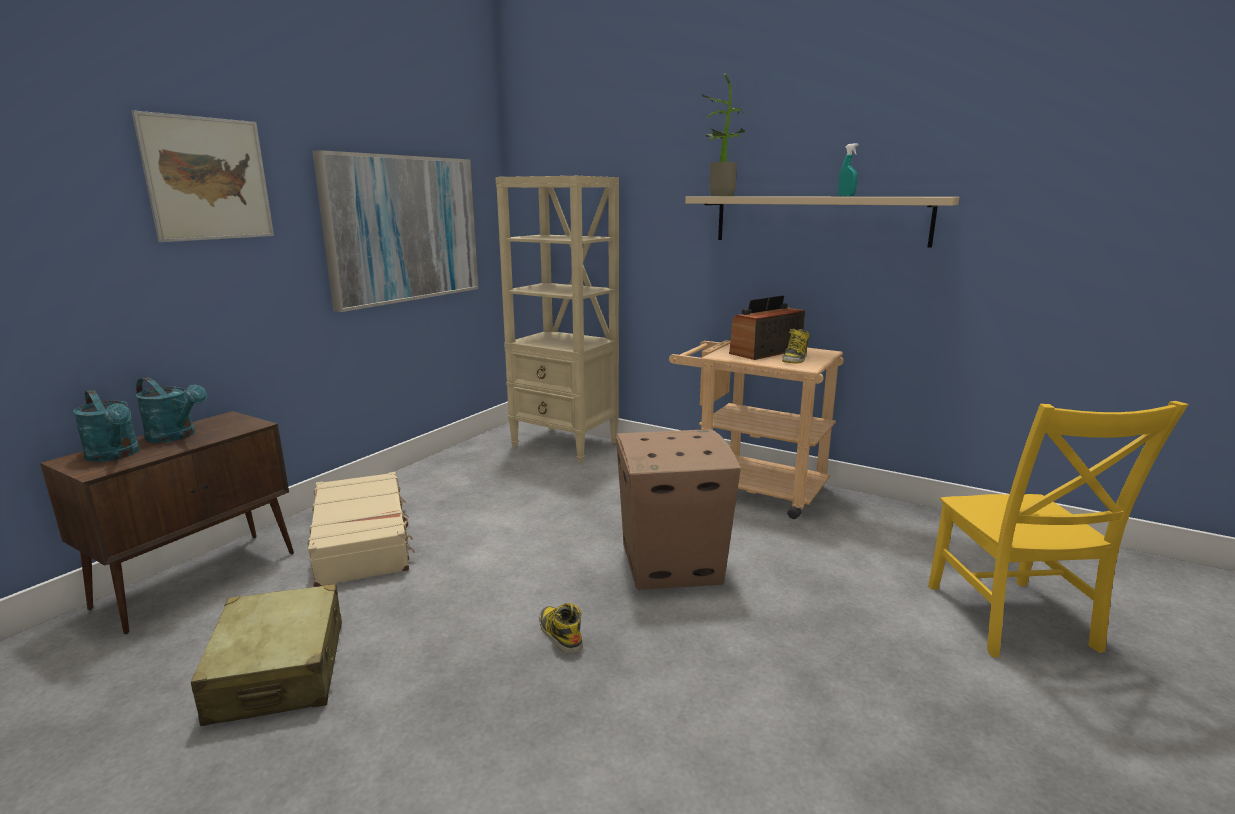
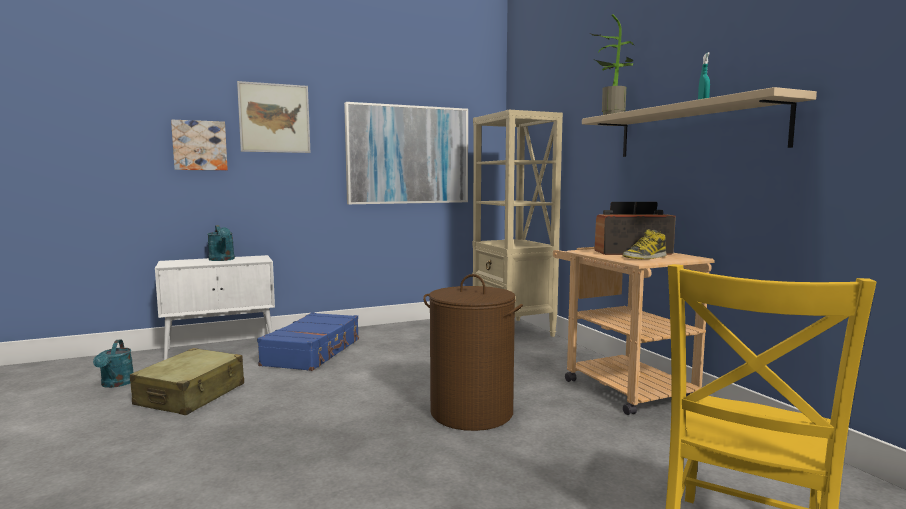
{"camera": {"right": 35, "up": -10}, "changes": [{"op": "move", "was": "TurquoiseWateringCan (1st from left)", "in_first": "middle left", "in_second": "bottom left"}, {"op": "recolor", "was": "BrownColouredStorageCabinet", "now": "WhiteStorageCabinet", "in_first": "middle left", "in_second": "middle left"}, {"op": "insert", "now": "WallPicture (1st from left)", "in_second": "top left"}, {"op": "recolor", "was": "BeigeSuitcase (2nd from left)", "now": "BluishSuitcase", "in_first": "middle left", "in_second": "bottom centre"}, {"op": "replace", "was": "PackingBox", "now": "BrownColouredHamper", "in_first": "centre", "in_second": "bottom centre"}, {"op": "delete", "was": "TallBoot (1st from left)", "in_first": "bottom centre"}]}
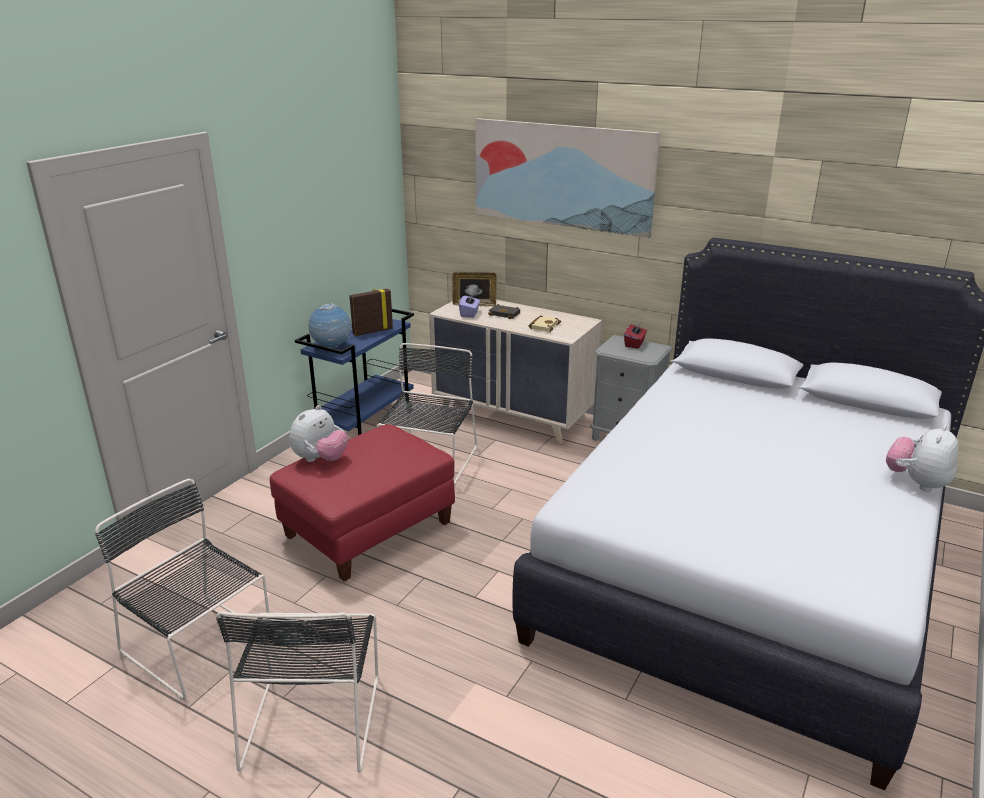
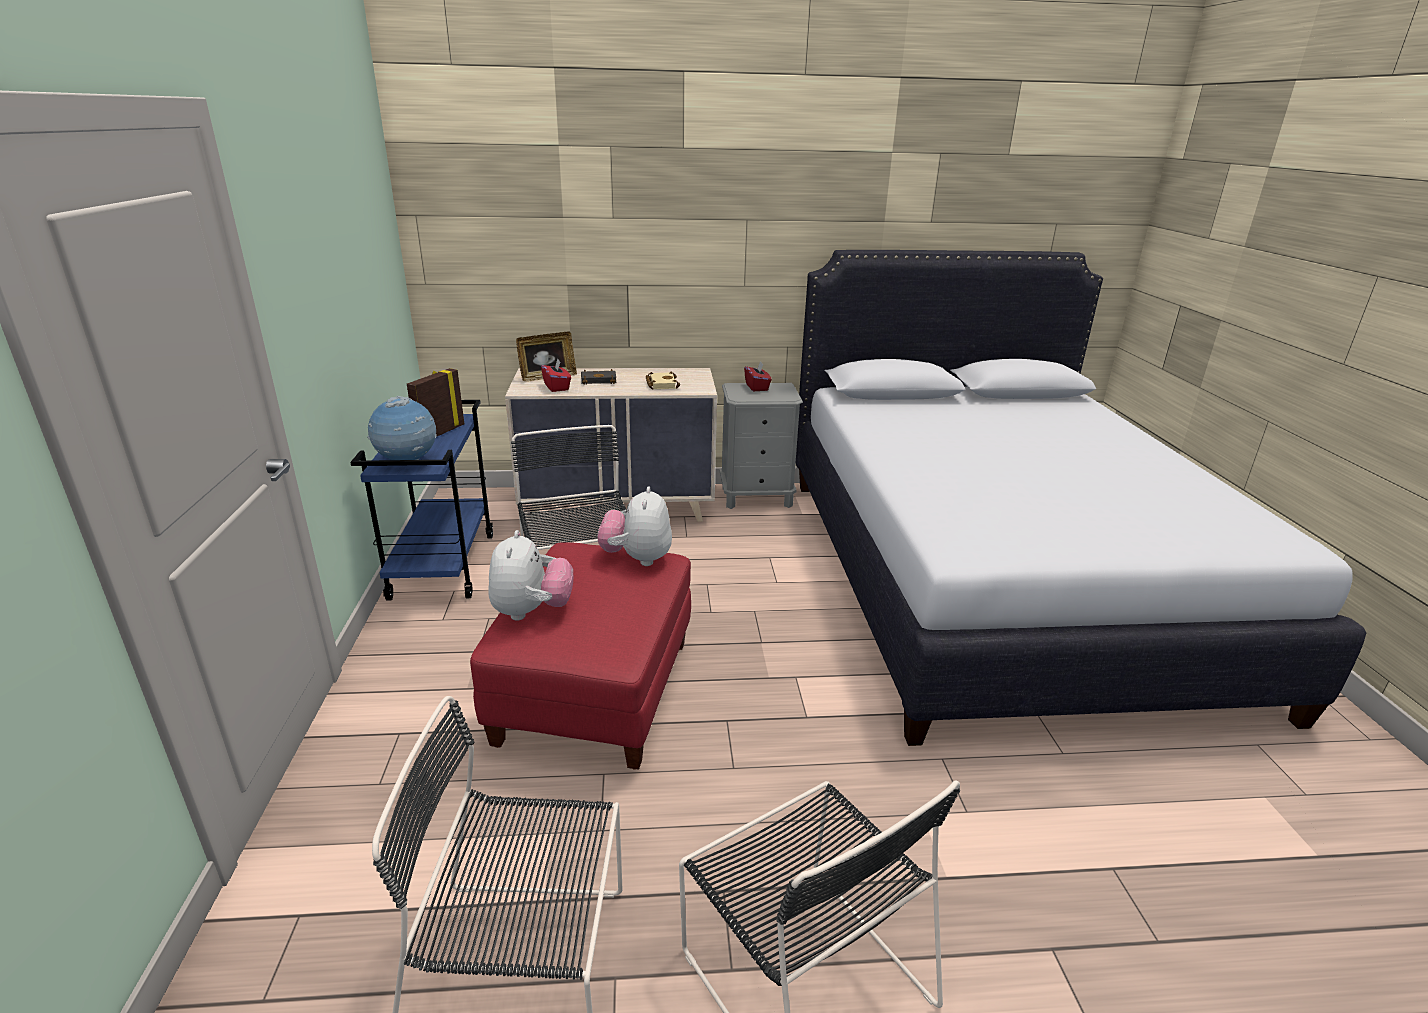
{"camera": {"right": -35, "up": 0}, "changes": [{"op": "recolor", "was": "PurplishTissueHolder", "now": "RedTissueHolder (1st from left)", "in_first": "centre", "in_second": "centre"}, {"op": "move", "was": "PlushToy (2nd from left)", "in_first": "middle right", "in_second": "centre"}, {"op": "delete", "was": "WallPicture", "in_first": "top centre"}]}
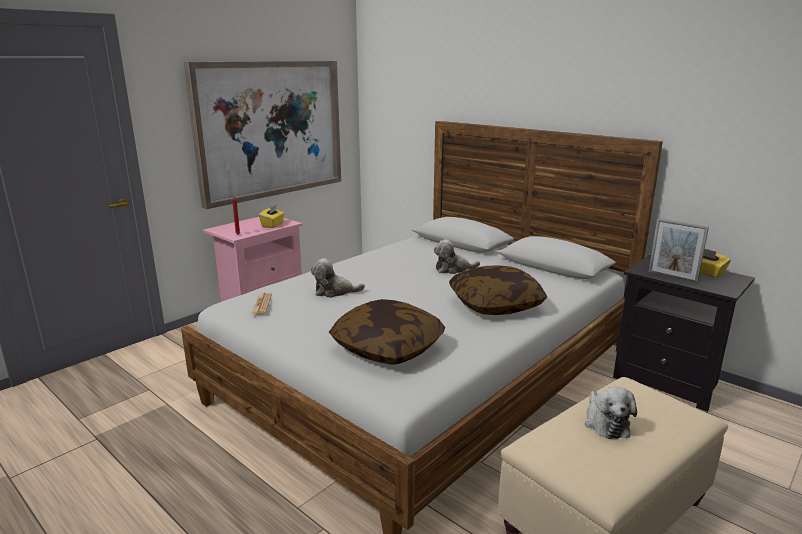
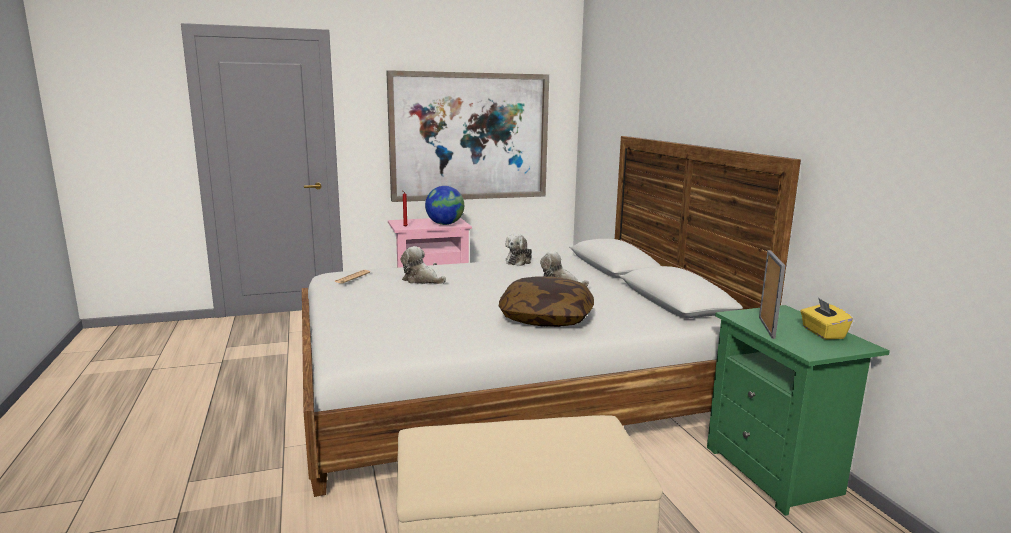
{"camera": {"right": 30, "up": -5}, "changes": [{"op": "replace", "was": "YellowColouredTissueHolder (1st from left)", "now": "Globe", "in_first": "centre", "in_second": "centre"}, {"op": "move", "was": "PlushToy (3rd from left in the first image)", "now": "PlushToy (2nd from left)", "in_first": "bottom right", "in_second": "centre"}, {"op": "recolor", "was": "BlackColouredNightstand", "now": "GreenColouredNightstand", "in_first": "middle right", "in_second": "bottom right"}, {"op": "rotate", "was": "PictureFrame", "in_first": "middle right", "in_second": "middle right", "clockwise": -150}, {"op": "delete", "was": "Pillow (1st from left)", "in_first": "centre"}]}
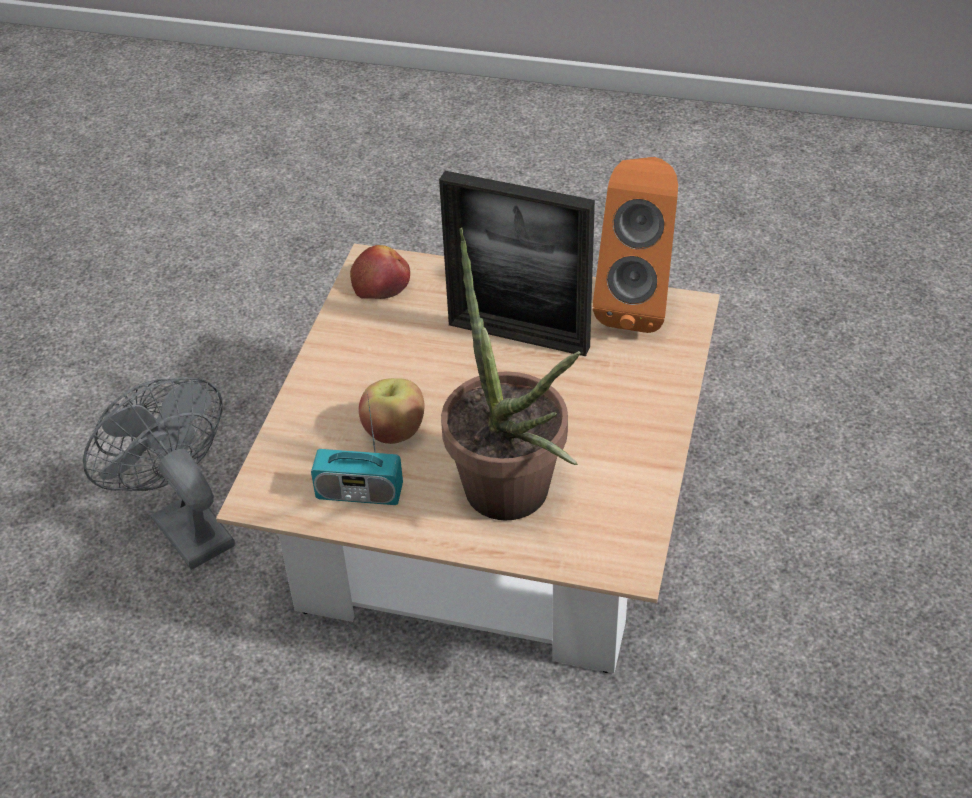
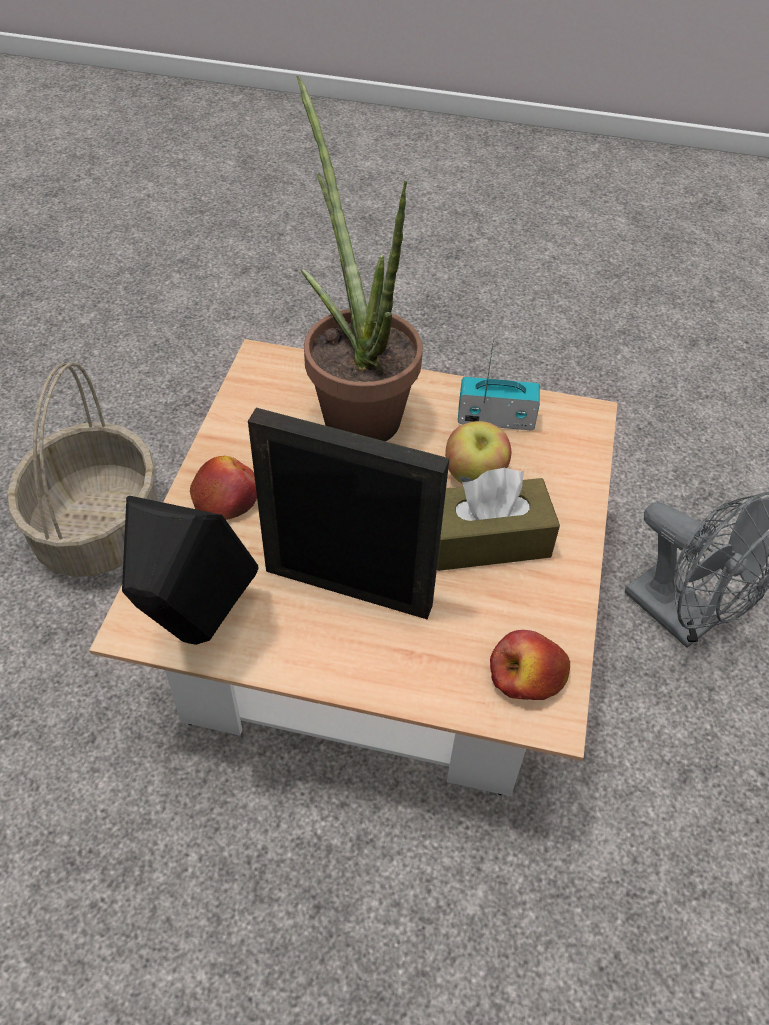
{"camera": {"right": 175, "up": 5}, "changes": [{"op": "insert", "now": "Basket", "in_second": "middle left"}, {"op": "recolor", "was": "OrangeColouredAudioSpeaker", "now": "BlackColouredAudioSpeaker", "in_first": "top centre", "in_second": "middle left"}, {"op": "insert", "now": "Apple (1st from left)", "in_second": "middle left"}, {"op": "insert", "now": "BrownColouredTissueHolder", "in_second": "centre"}]}
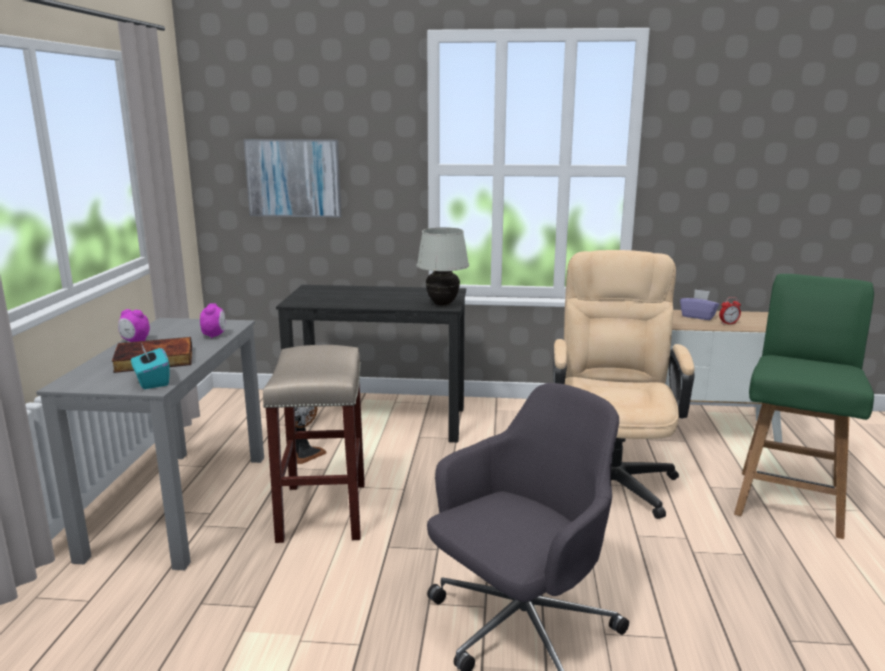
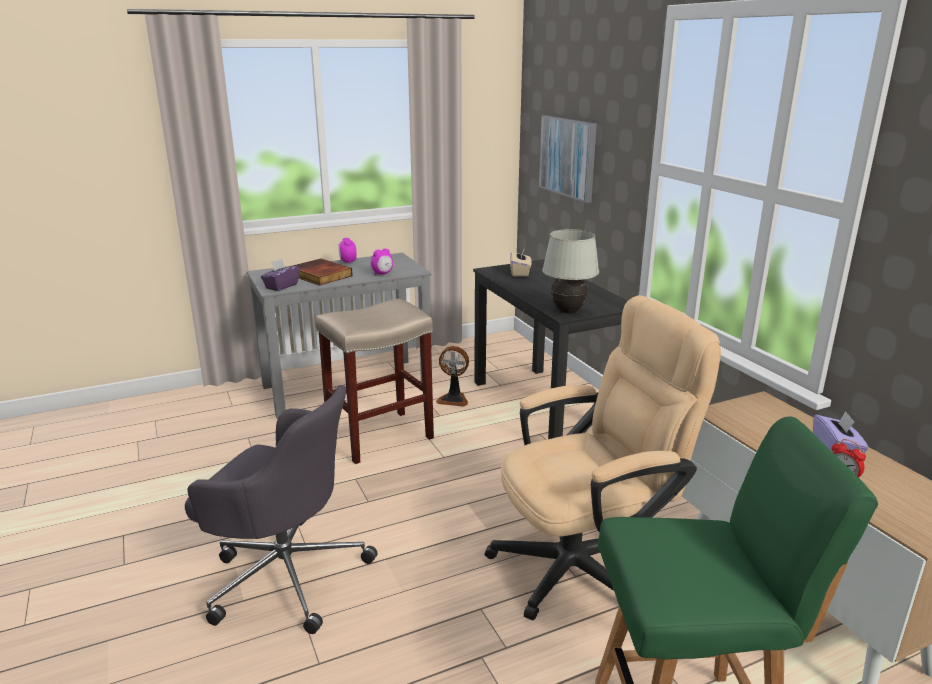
{"camera": {"right": 60, "up": 5}, "changes": [{"op": "recolor", "was": "TurquoiseTissueHolder", "now": "PurplishTissueHolder (1st from left)", "in_first": "middle left", "in_second": "middle left"}, {"op": "insert", "now": "BeigeTissueHolder", "in_second": "centre"}]}
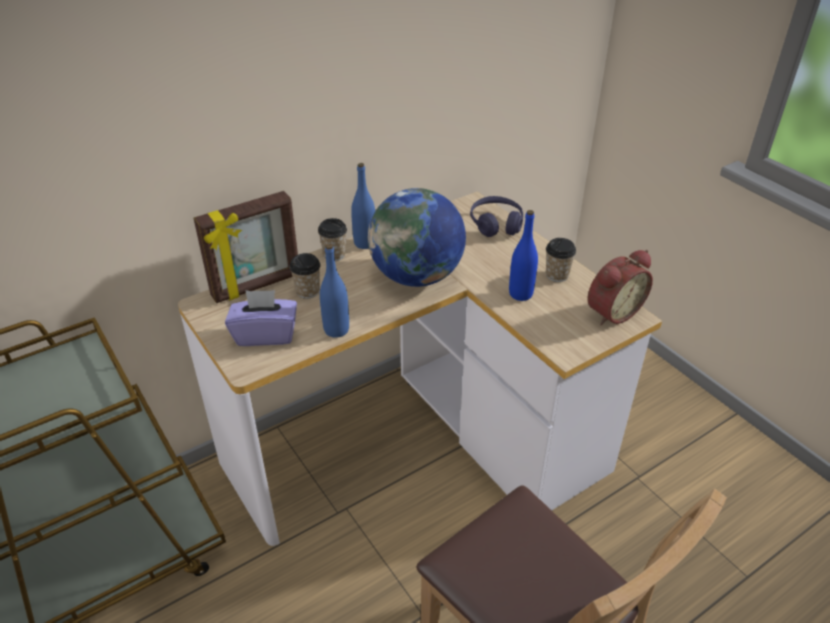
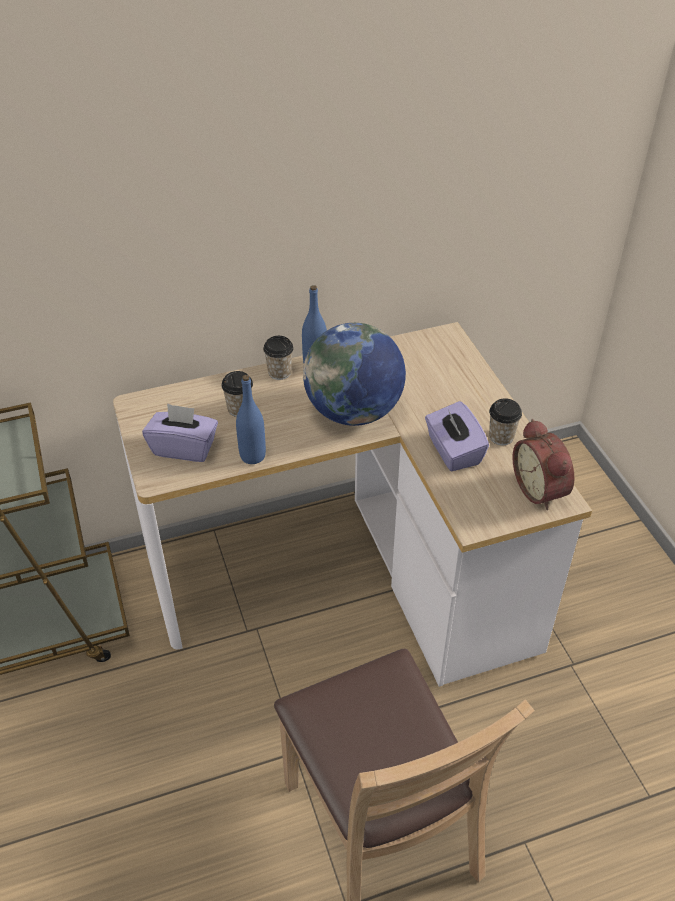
{"camera": {"right": 15, "up": 5}, "changes": [{"op": "replace", "was": "BluishBottle (3rd from left)", "now": "PurplishTissueHolder (2nd from left)", "in_first": "centre", "in_second": "middle right"}, {"op": "rotate", "was": "BedsideClock", "in_first": "middle right", "in_second": "middle right", "clockwise": 90}, {"op": "delete", "was": "PictureFrame", "in_first": "middle left"}, {"op": "delete", "was": "PurplishHeadset", "in_first": "centre"}]}
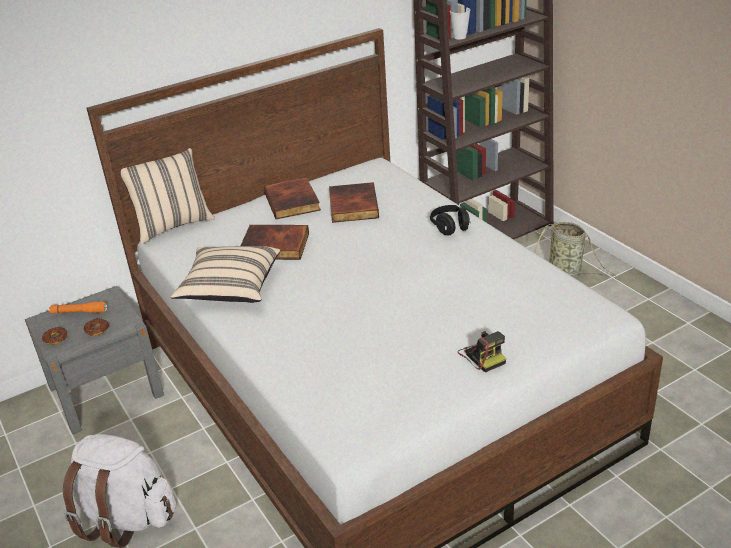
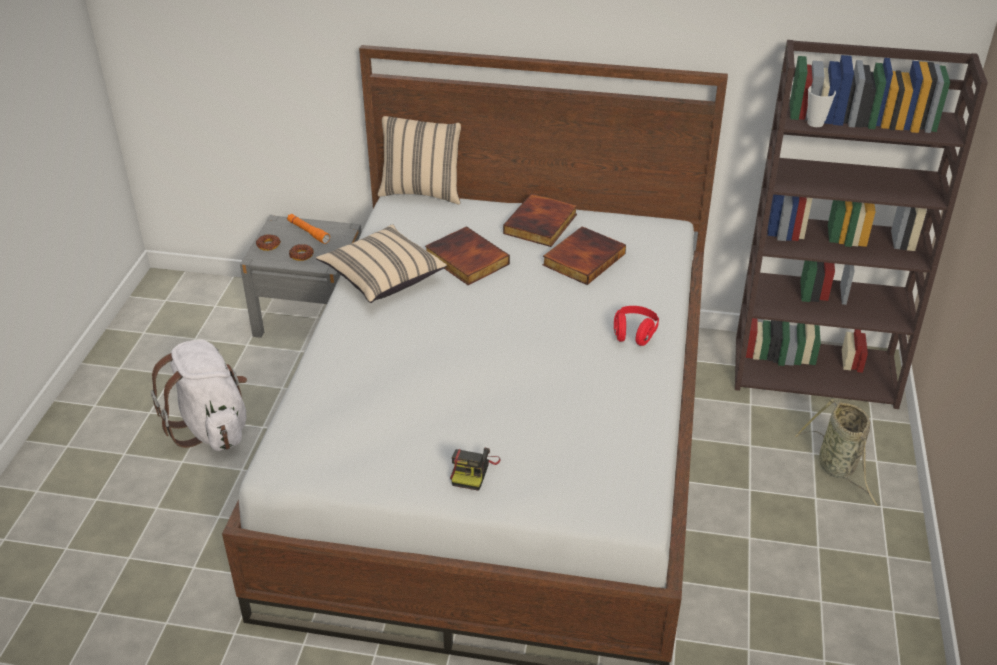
{"camera": {"right": 40, "up": 5}, "changes": [{"op": "recolor", "was": "BlackColouredHeadset", "now": "RedHeadset", "in_first": "centre", "in_second": "centre"}]}
